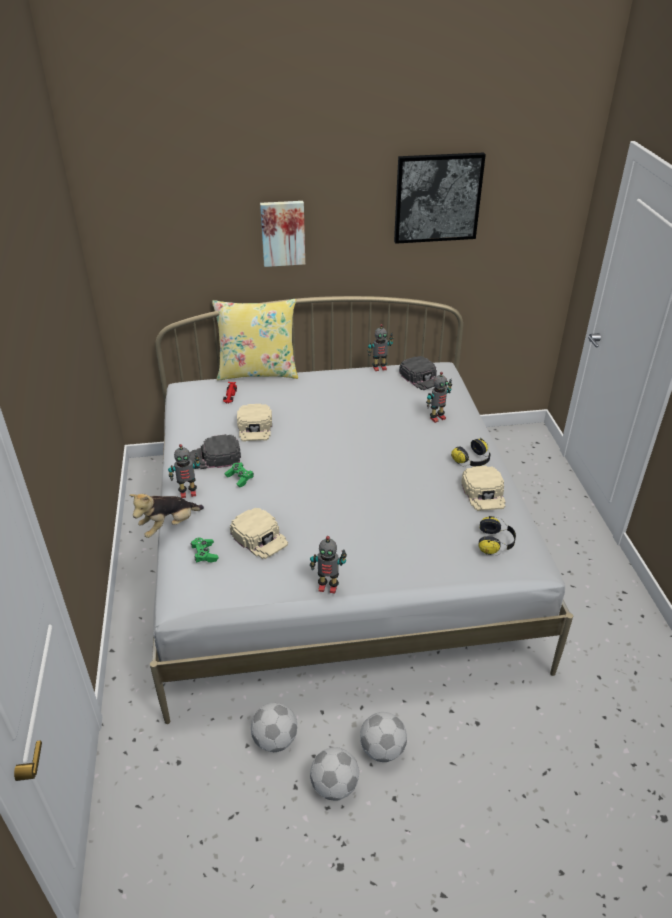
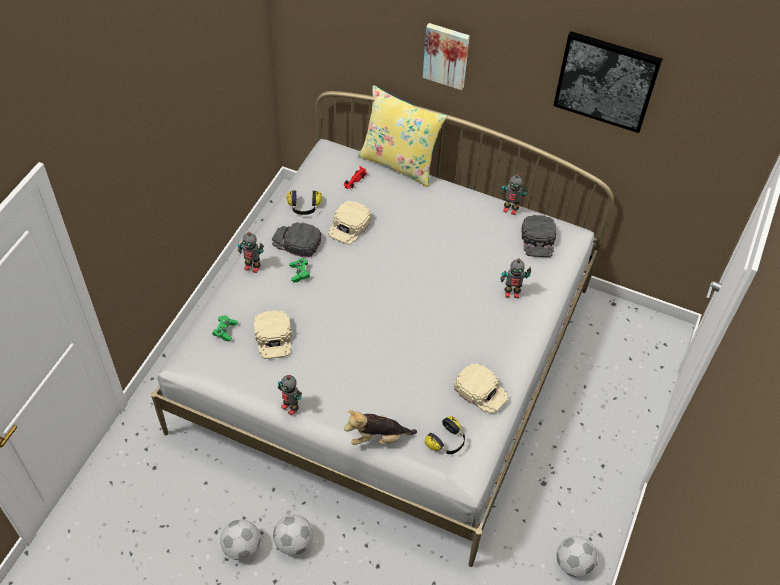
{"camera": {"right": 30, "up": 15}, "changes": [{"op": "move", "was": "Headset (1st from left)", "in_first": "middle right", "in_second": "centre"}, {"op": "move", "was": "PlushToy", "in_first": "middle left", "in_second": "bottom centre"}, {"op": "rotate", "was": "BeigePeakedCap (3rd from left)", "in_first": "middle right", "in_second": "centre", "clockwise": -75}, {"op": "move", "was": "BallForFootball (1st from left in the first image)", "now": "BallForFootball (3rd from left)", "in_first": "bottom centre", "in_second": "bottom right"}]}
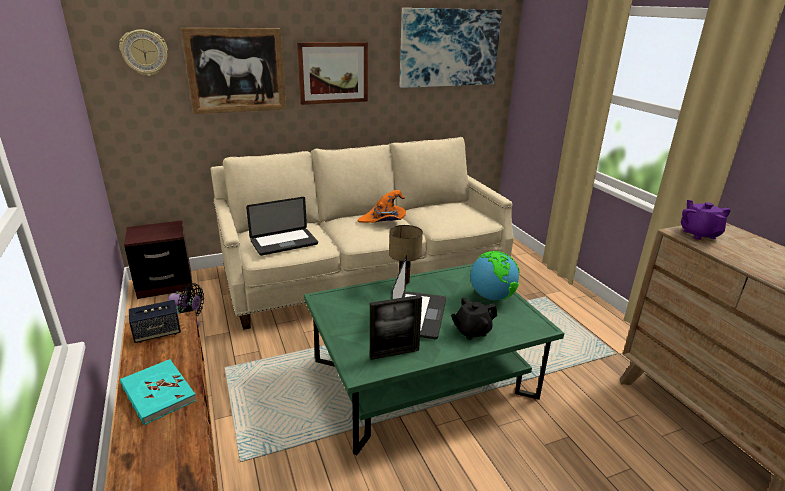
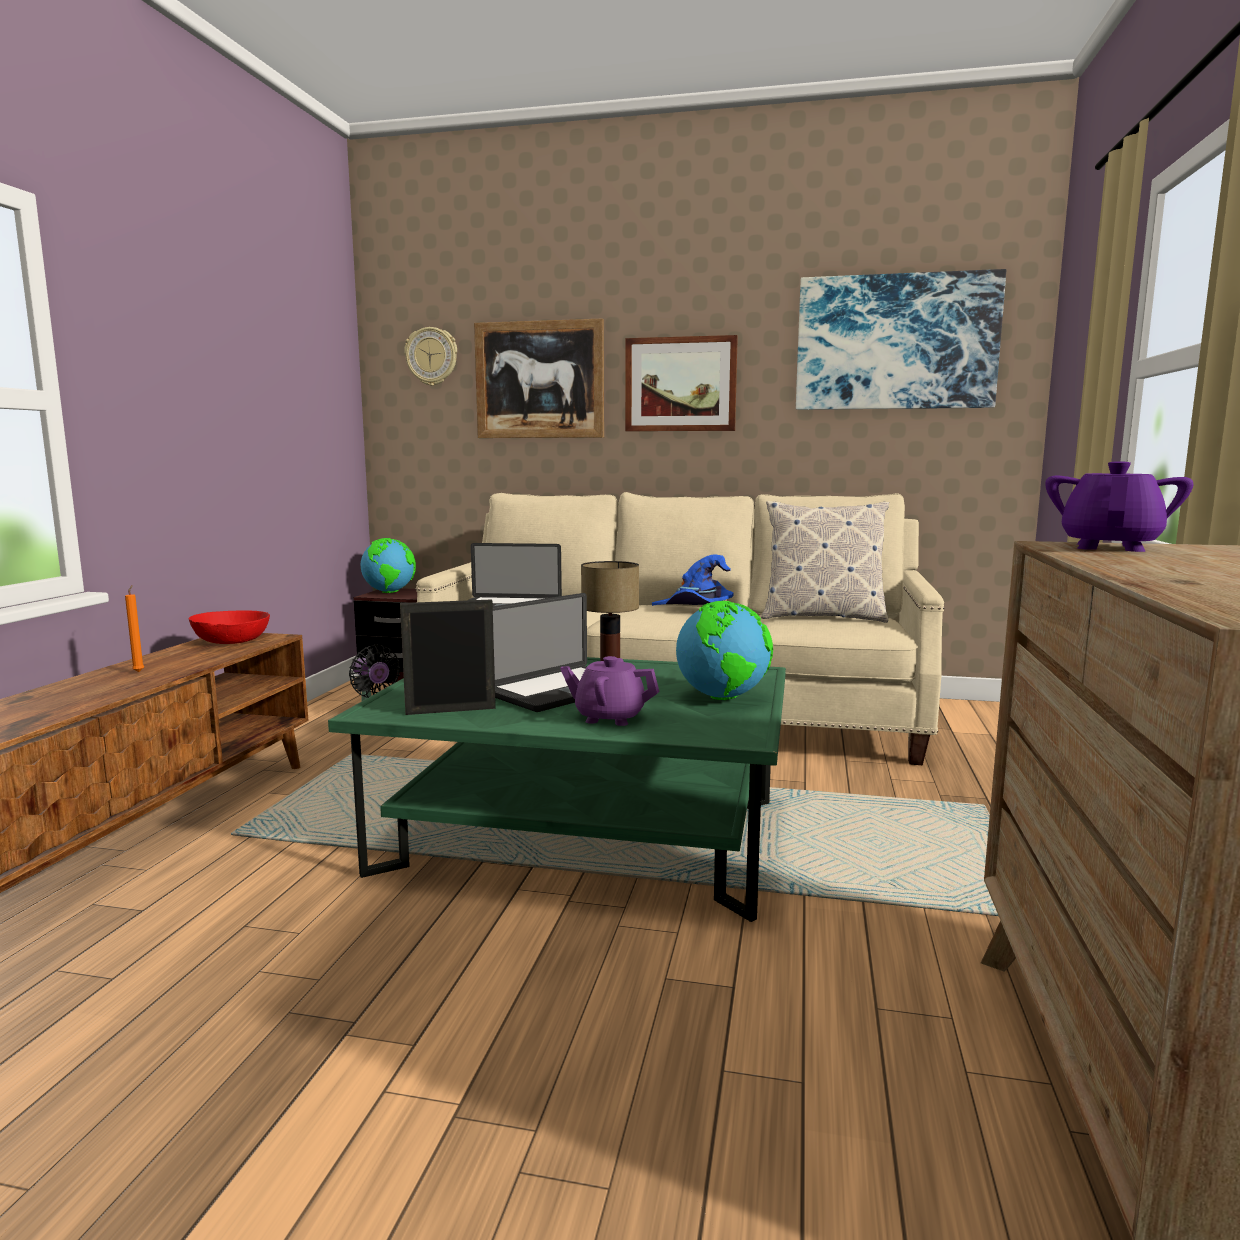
{"camera": {"right": 35, "up": -15}, "changes": [{"op": "replace", "was": "TurquoiseBoundBook", "now": "OrangeColouredWaxLight", "in_first": "bottom left", "in_second": "middle left"}, {"op": "replace", "was": "AudioSpeaker", "now": "RedServingBowl", "in_first": "middle left", "in_second": "middle left"}, {"op": "insert", "now": "Globe (1st from left)", "in_second": "middle left"}, {"op": "rotate", "was": "PictureFrame", "in_first": "centre", "in_second": "centre", "clockwise": 150}, {"op": "recolor", "was": "BlackColouredTeaPot", "now": "PurplishTeaPot (1st from left)", "in_first": "centre", "in_second": "centre"}, {"op": "recolor", "was": "OrangeColouredHat", "now": "BluishHat", "in_first": "centre", "in_second": "centre"}, {"op": "insert", "now": "Pillow", "in_second": "centre"}]}
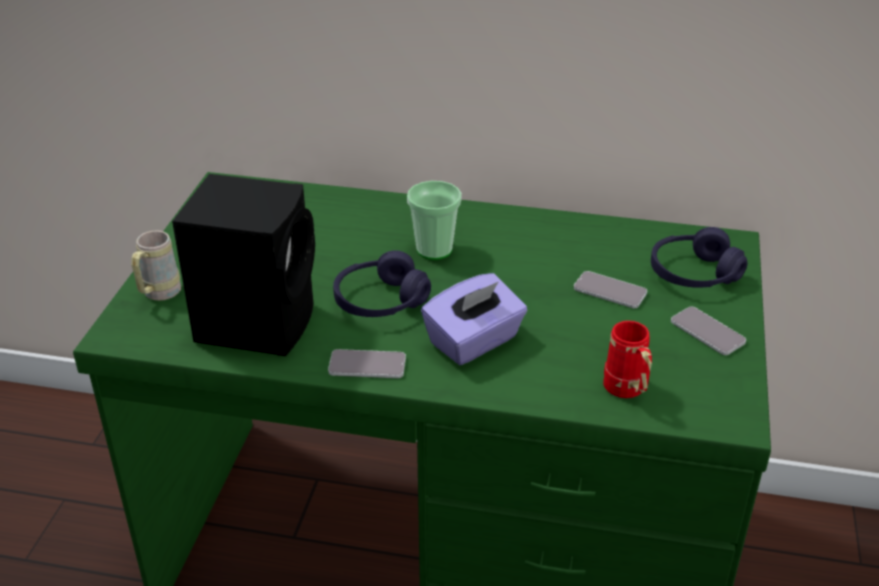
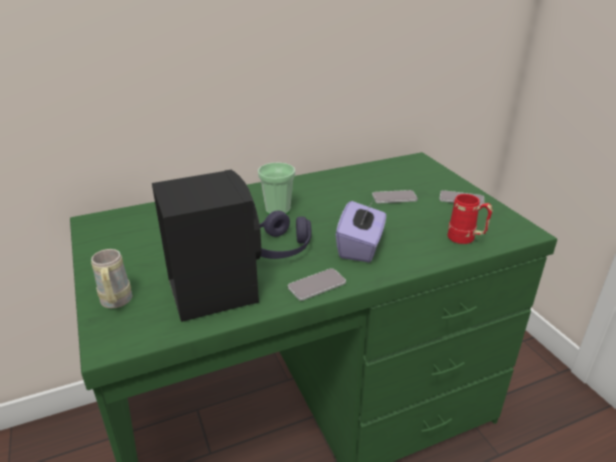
{"camera": {"right": -35, "up": -5}, "changes": [{"op": "delete", "was": "PurplishHeadset (2nd from left)", "in_first": "middle right"}]}
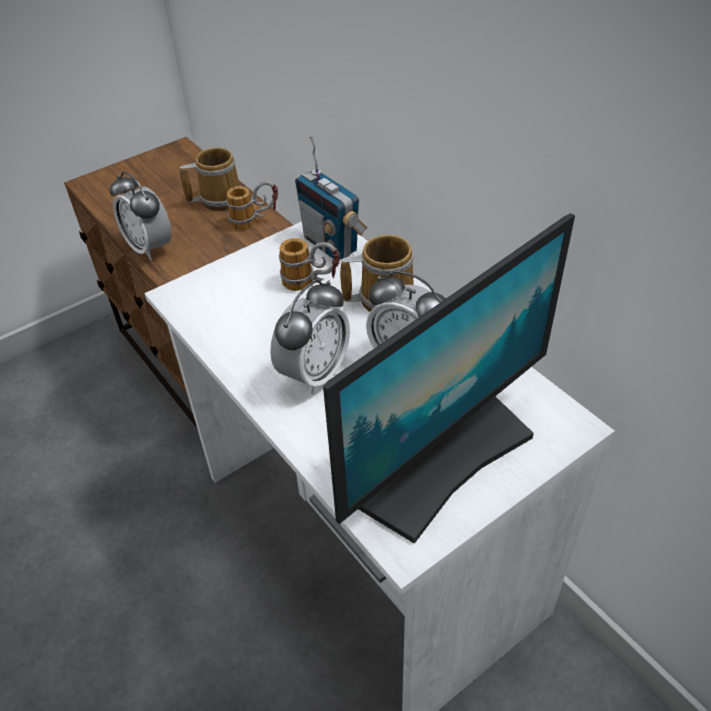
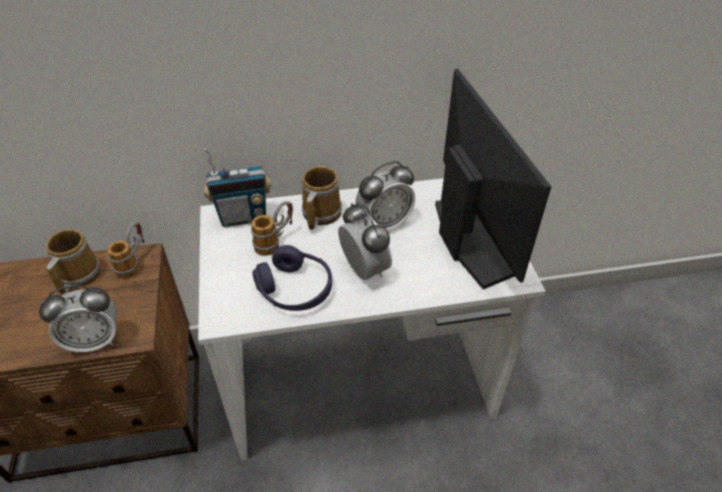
{"camera": {"right": -65, "up": 0}, "changes": [{"op": "insert", "now": "PurplishHeadset", "in_second": "centre"}]}
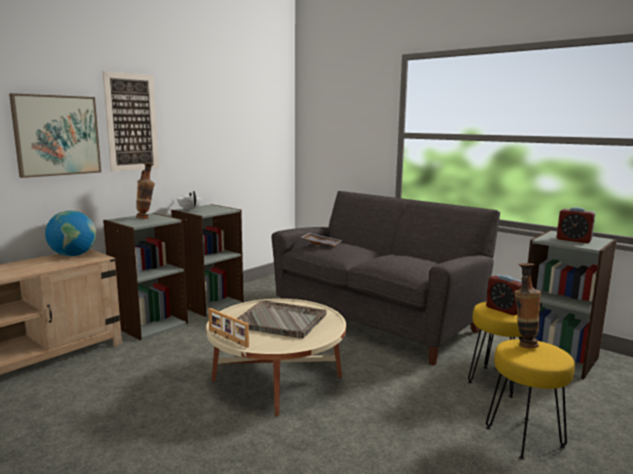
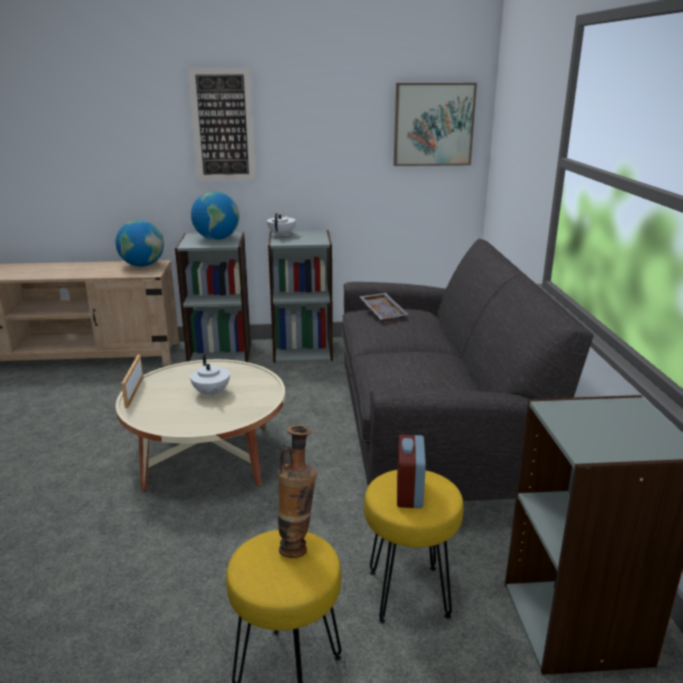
{"camera": {"right": 45, "up": 10}, "changes": [{"op": "replace", "was": "GreyTray (1st from left)", "now": "WhiteTeaPot (1st from left)", "in_first": "bottom centre", "in_second": "middle left"}, {"op": "replace", "was": "Vase (1st from left)", "now": "Globe (2nd from left)", "in_first": "middle left", "in_second": "top left"}, {"op": "move", "was": "WallPicture (1st from left in the first image)", "now": "WallPicture (2nd from left)", "in_first": "top left", "in_second": "top centre"}, {"op": "delete", "was": "BedsideClock (2nd from left)", "in_first": "middle right"}]}
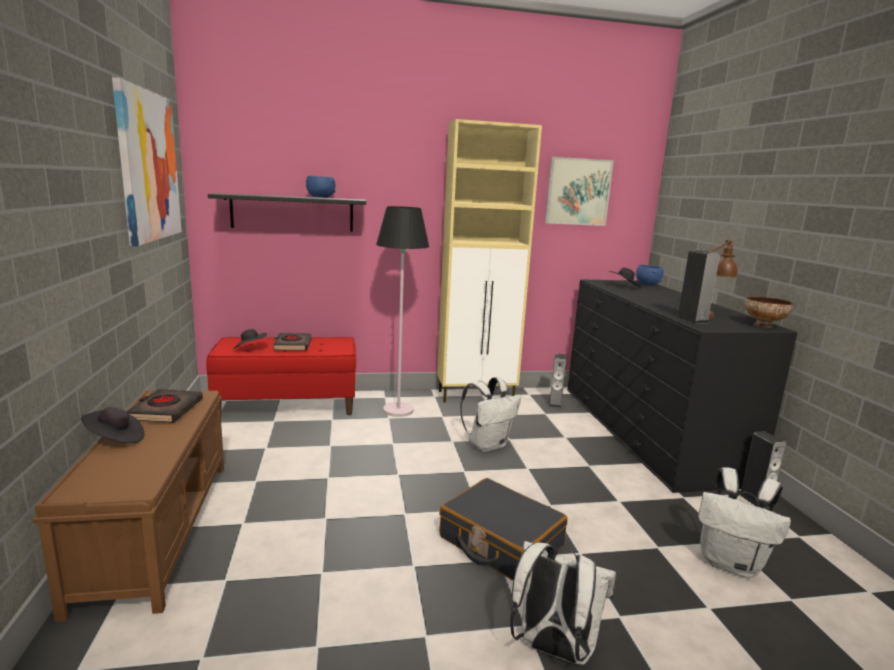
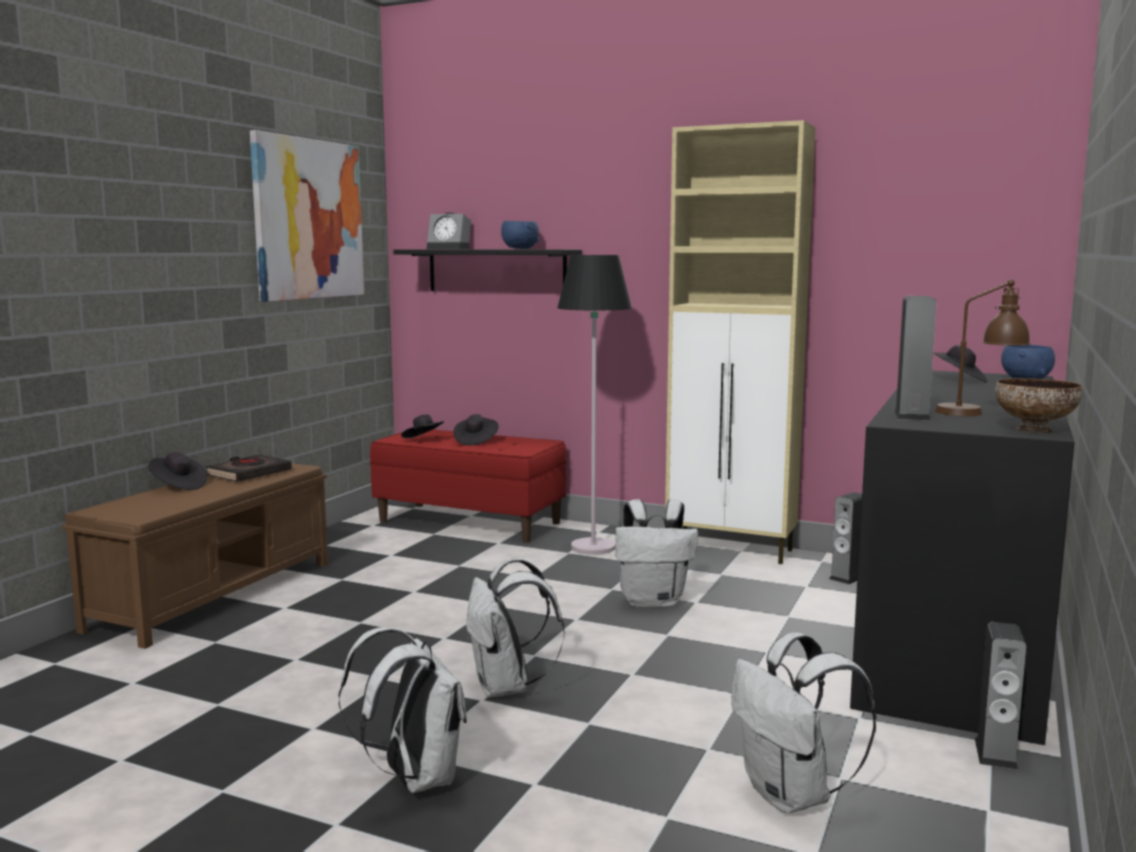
{"camera": {"right": 35, "up": -5}, "changes": [{"op": "insert", "now": "BedsideClock", "in_second": "top centre"}, {"op": "replace", "was": "BlackColouredBoundBook (2nd from left)", "now": "BlackColouredHat (3rd from left)", "in_first": "middle left", "in_second": "centre"}, {"op": "replace", "was": "BlackColouredSuitcase", "now": "WhiteKnapsack (2nd from left)", "in_first": "bottom centre", "in_second": "bottom centre"}, {"op": "delete", "was": "WallPicture (2nd from left)", "in_first": "top centre"}]}
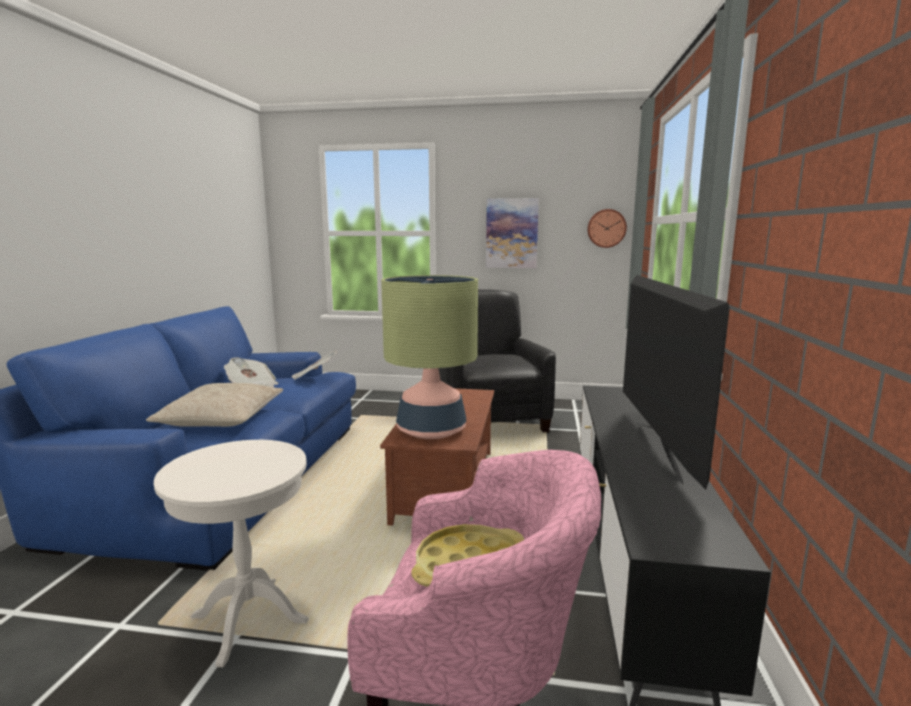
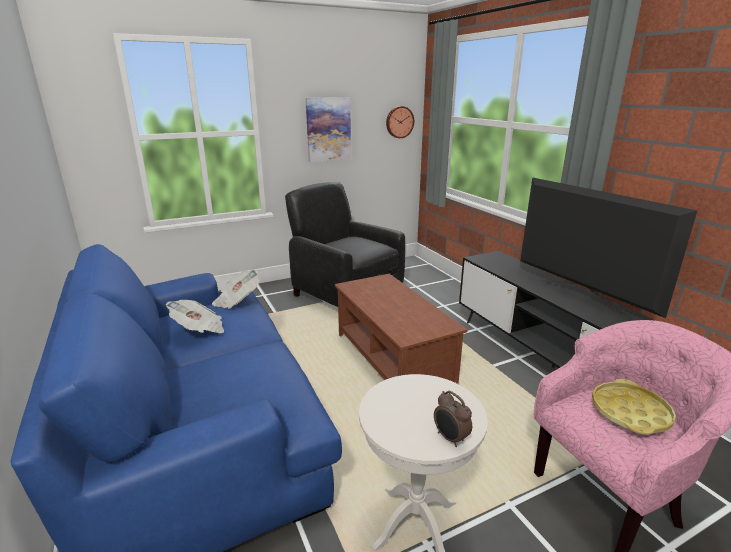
{"camera": {"right": -35, "up": 10}, "changes": [{"op": "insert", "now": "BedsideClock", "in_second": "bottom centre"}, {"op": "delete", "was": "BeigePillow", "in_first": "middle left"}, {"op": "delete", "was": "TabletopLamp", "in_first": "centre"}]}
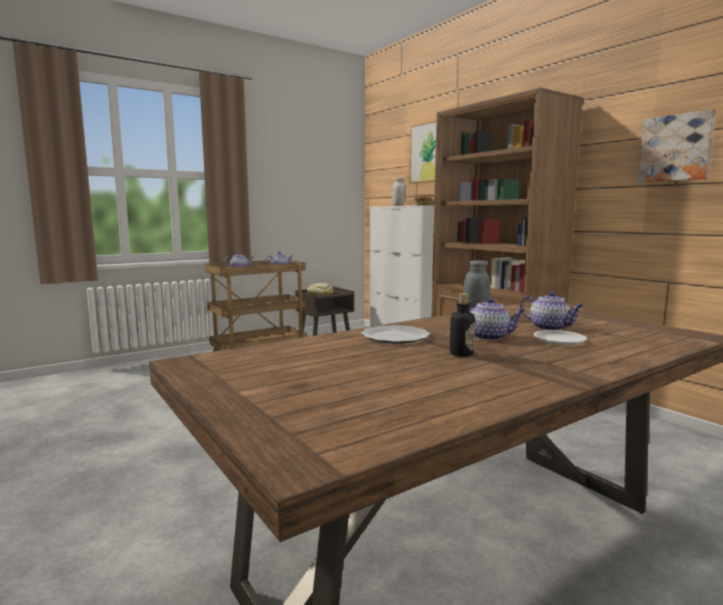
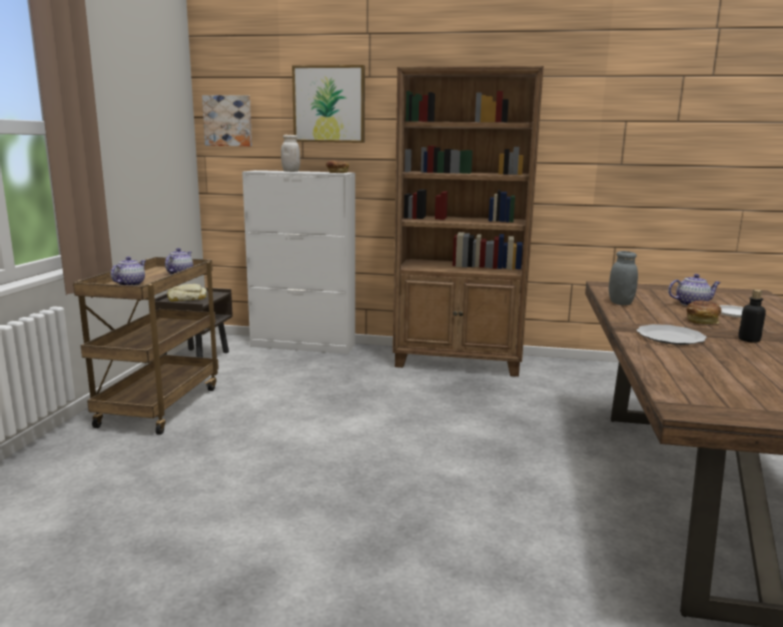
{"camera": {"right": -45, "up": 5}, "changes": [{"op": "move", "was": "WallPicture (2nd from left in the first image)", "now": "WallPicture (1st from left)", "in_first": "top right", "in_second": "top left"}, {"op": "replace", "was": "TeaPot (3rd from left)", "now": "Bread (3rd from left)", "in_first": "middle right", "in_second": "middle right"}]}
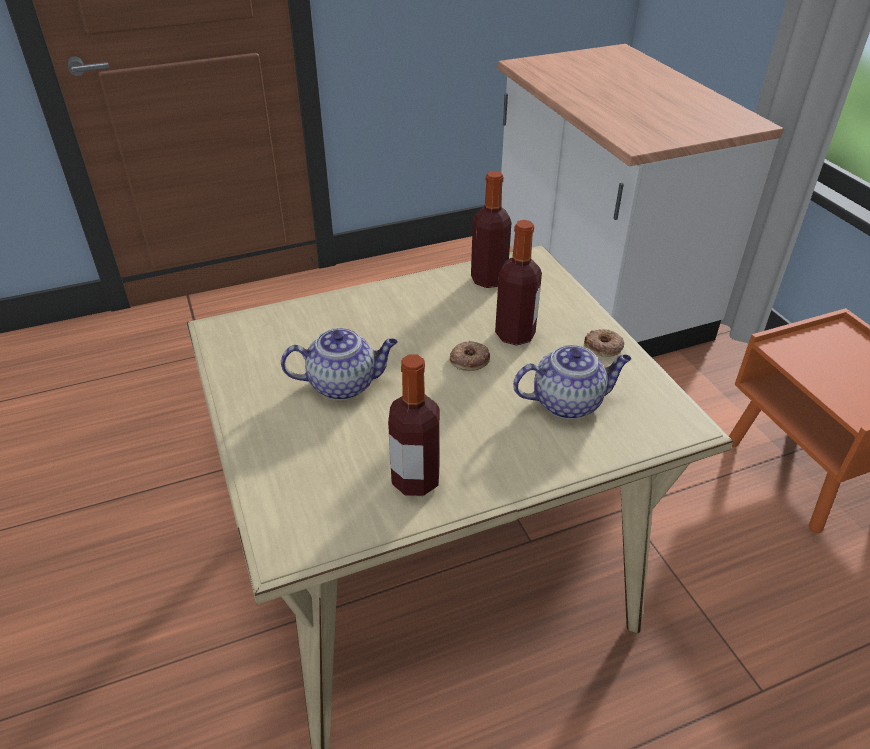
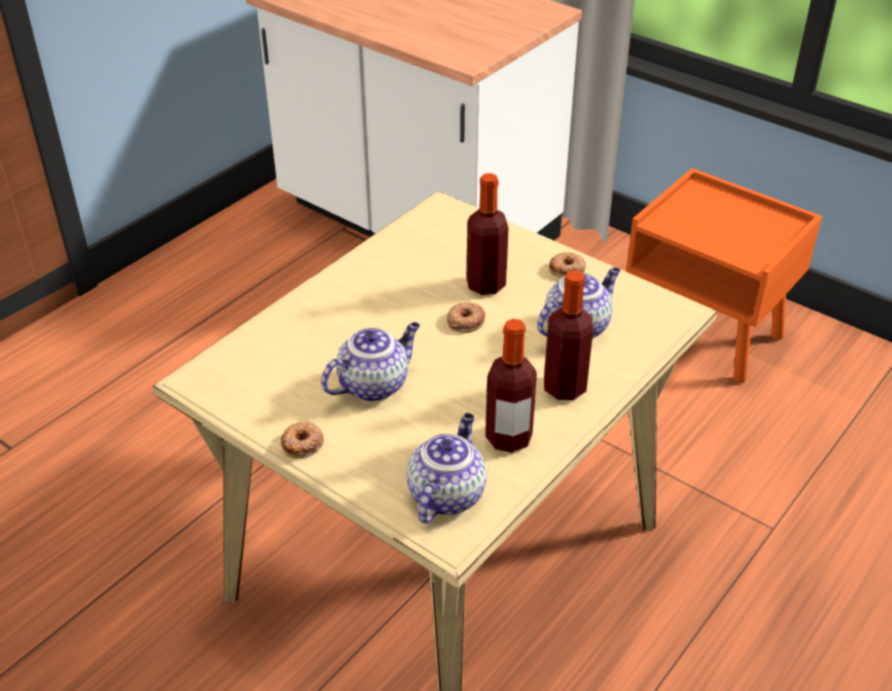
{"camera": {"right": -30, "up": 0}, "changes": [{"op": "insert", "now": "Donut (1st from left)", "in_second": "centre"}, {"op": "insert", "now": "TeaPot (2nd from left)", "in_second": "bottom centre"}, {"op": "move", "was": "Bottle (2nd from left in the first image)", "now": "Bottle (3rd from left)", "in_first": "top centre", "in_second": "centre"}]}
